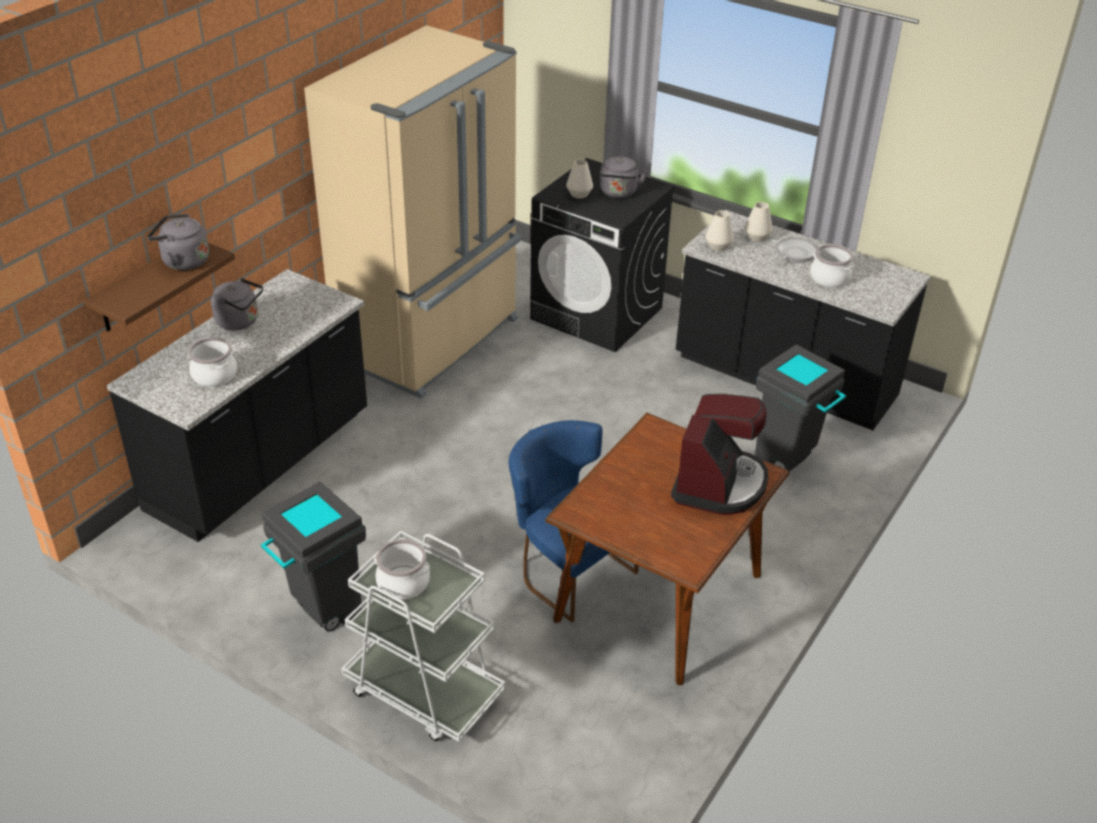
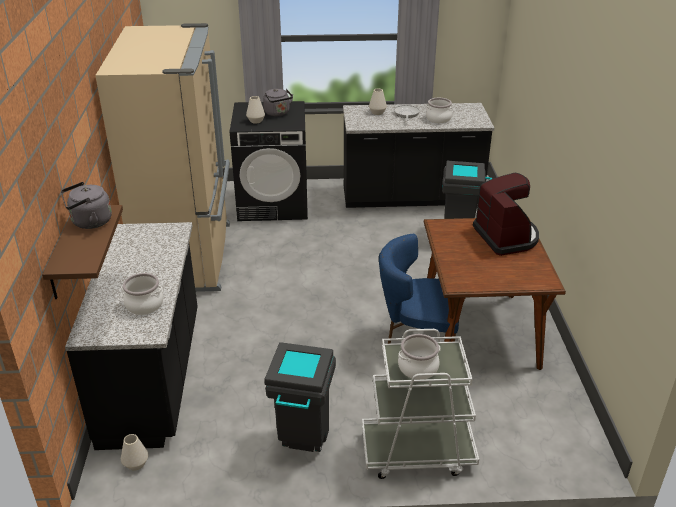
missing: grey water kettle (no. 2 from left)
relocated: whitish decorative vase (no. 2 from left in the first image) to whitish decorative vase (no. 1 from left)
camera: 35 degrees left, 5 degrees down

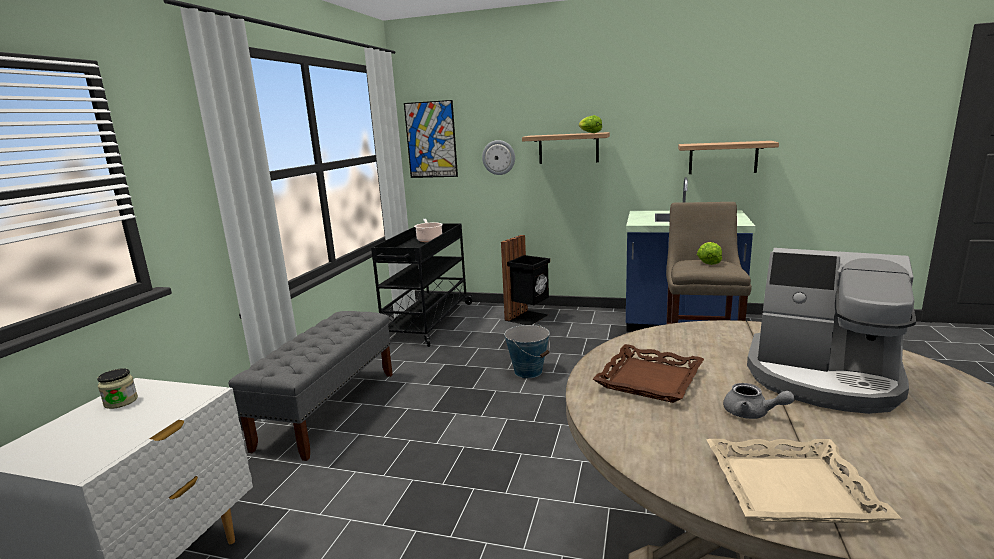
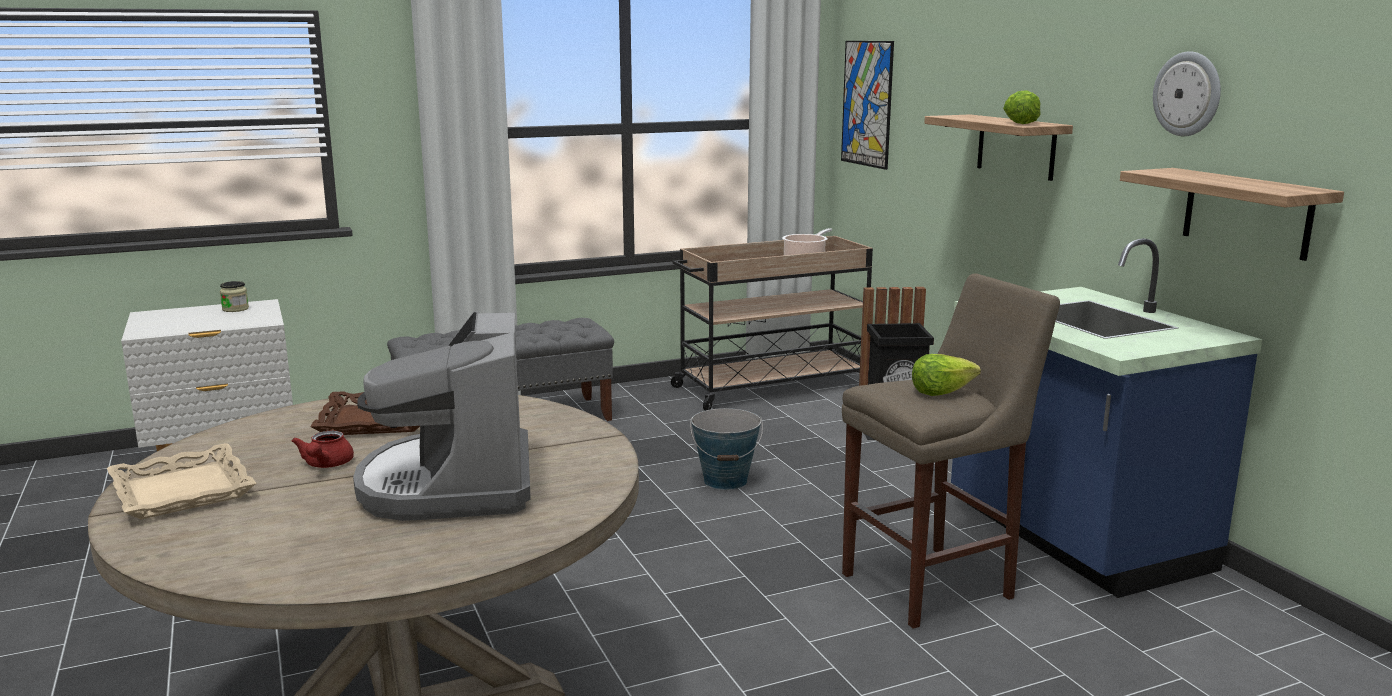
relocated: wall clock
colour: blackish wheeled cart to beige-coloured wheeled cart; grey teapot to reddish teapot
camera: 50 degrees right, 0 degrees up

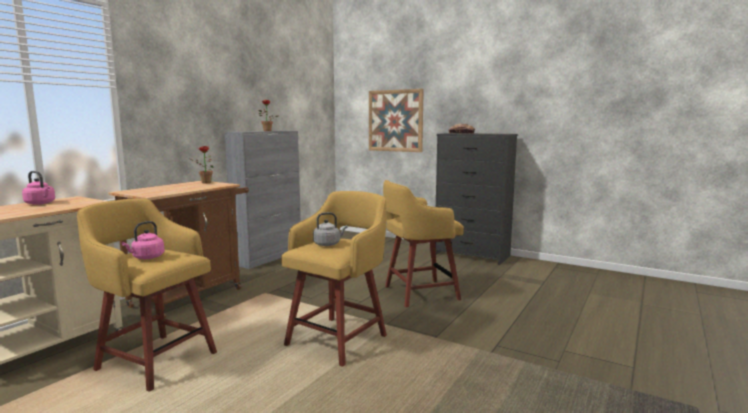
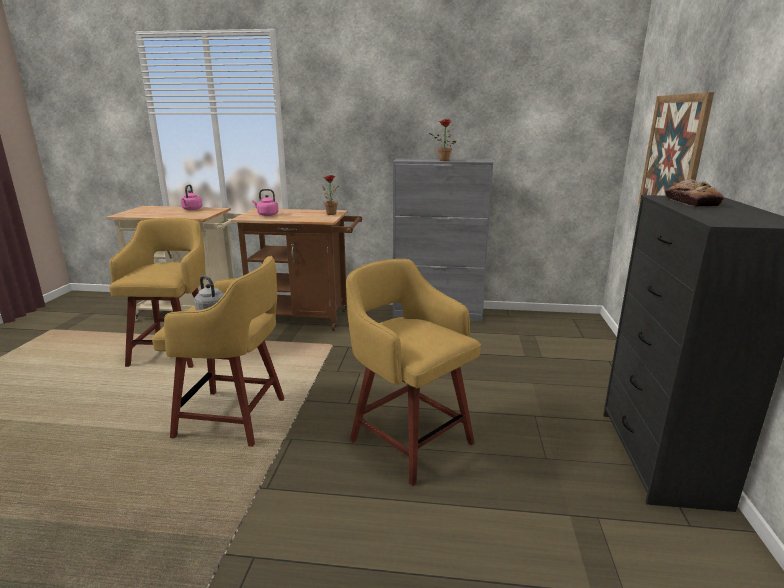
relocated: pinkish water kettle (no. 2 from left)
camera: 65 degrees right, 10 degrees up

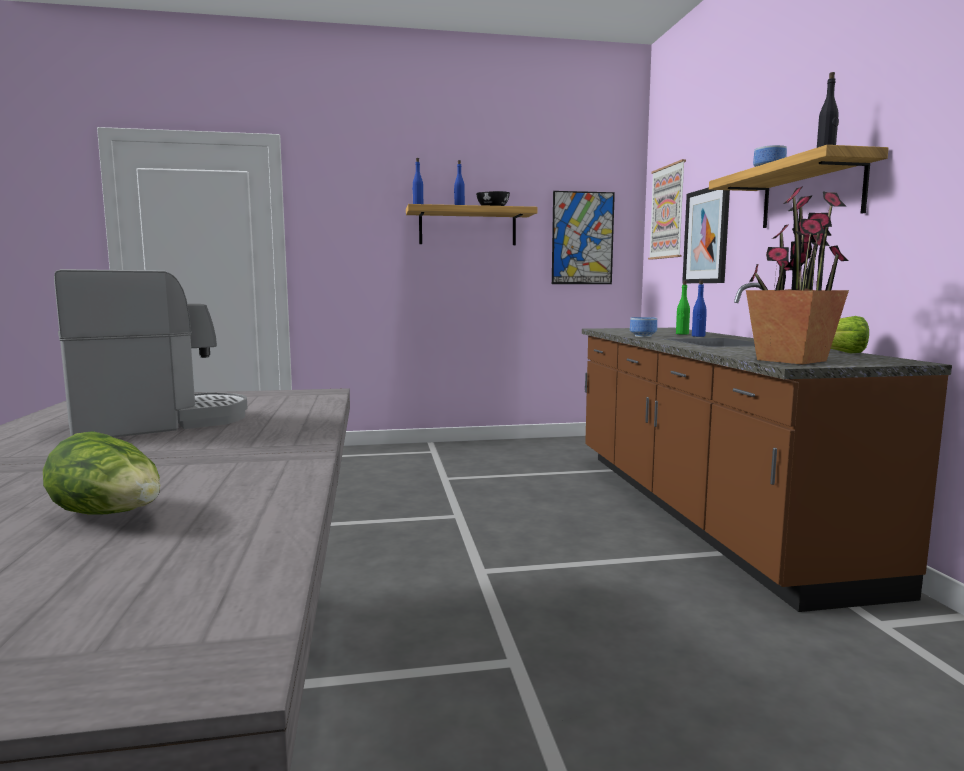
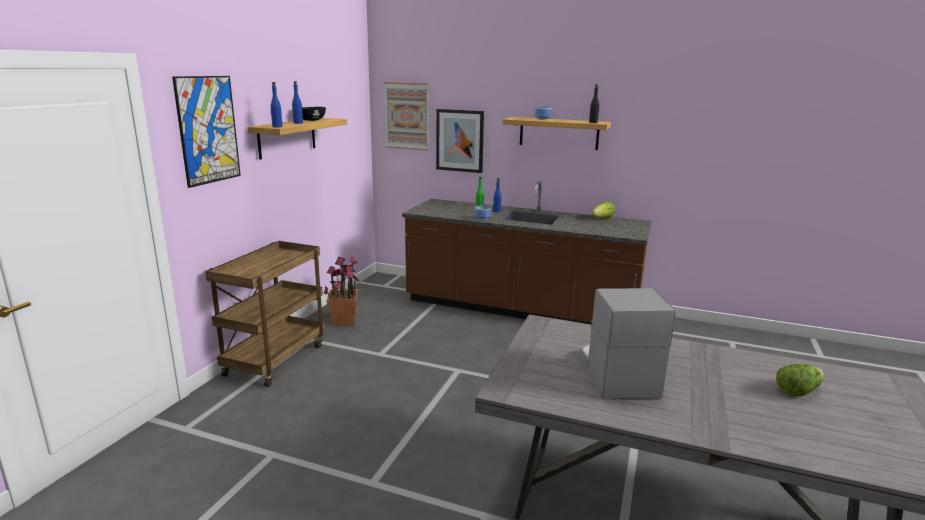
appeared: brownish wheeled cart
relocated: plant in a pot; wall art (no. 1 from left)
camera: 60 degrees left, 10 degrees up

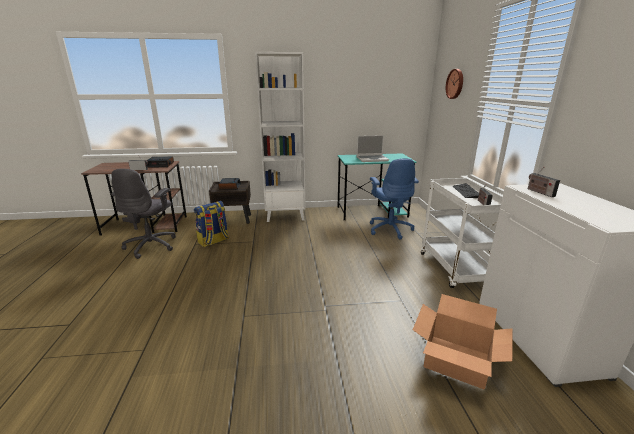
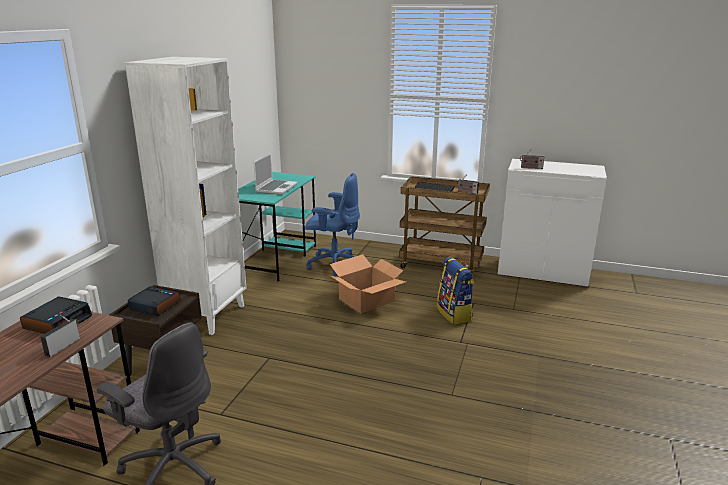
missing: wall clock
relocated: rucksack; packing box
colour: whitish wheeled cart to brownish wheeled cart
camera: 65 degrees left, 0 degrees up

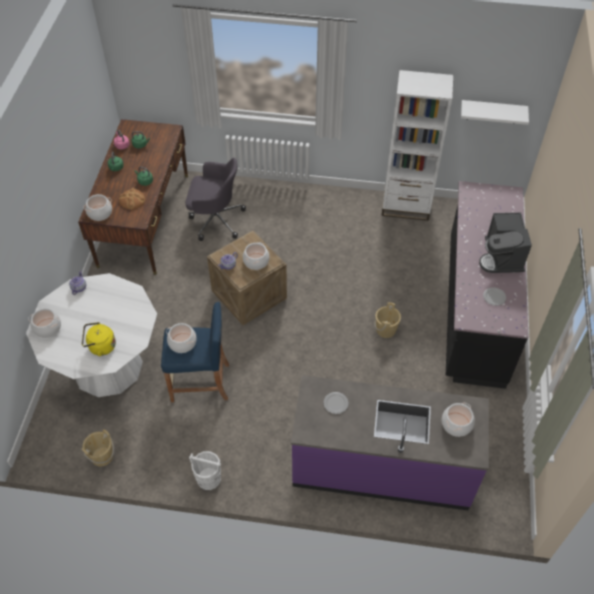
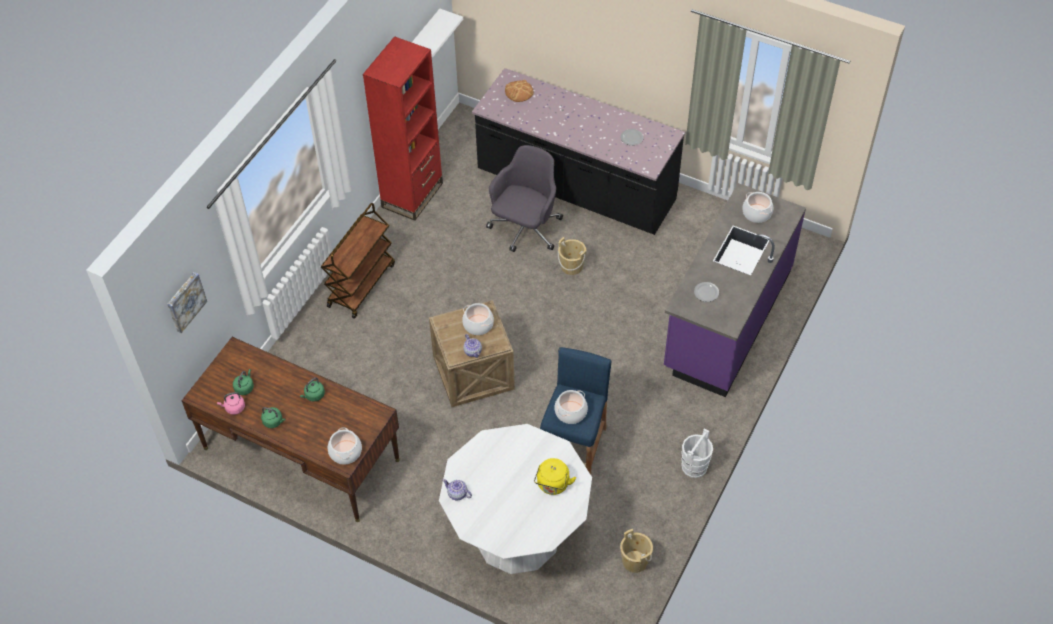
missing: coffee brewer; saucepot (no. 1 from left)
appeared: brownish wheeled cart; wall art
relocated: grey office chair; bakery bread
colour: whitish shelving unit to reddish shelving unit
camera: 70 degrees left, 0 degrees up

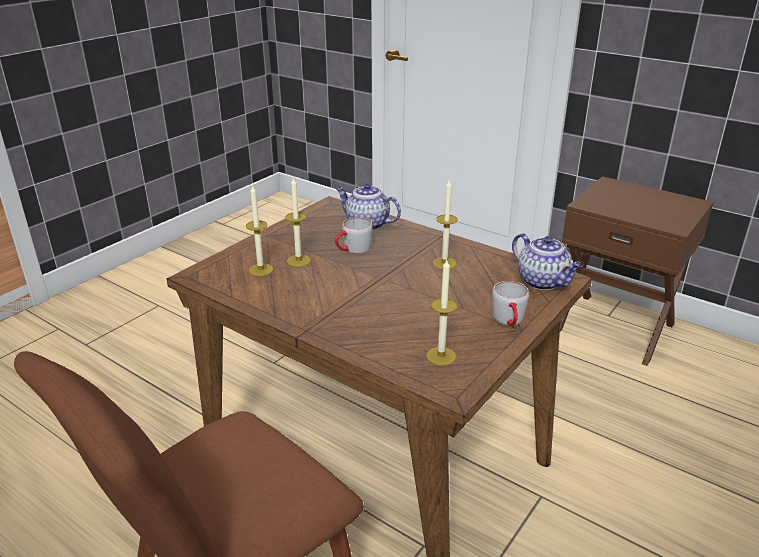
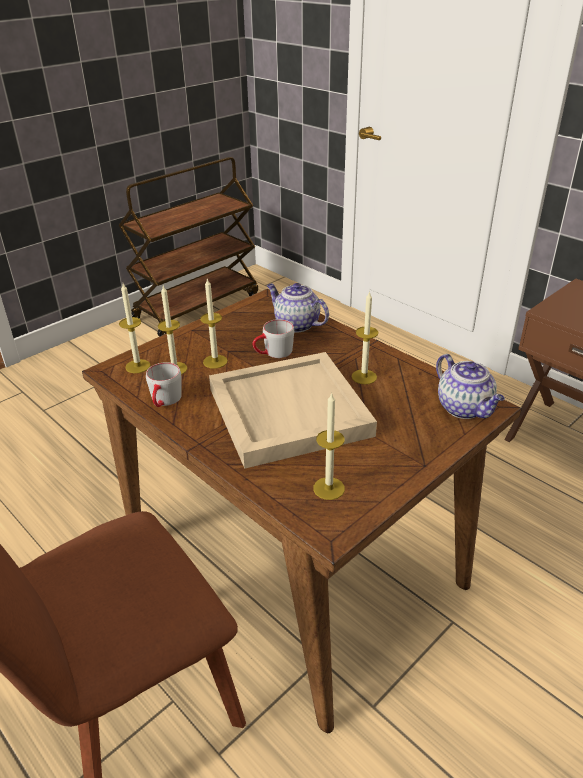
appeared: brownish wheeled cart; wax light (no. 1 from left); beige-coloured tray
relocated: grey tea mug (no. 2 from left in the first image) to grey tea mug (no. 1 from left)
camera: 10 degrees right, 5 degrees up

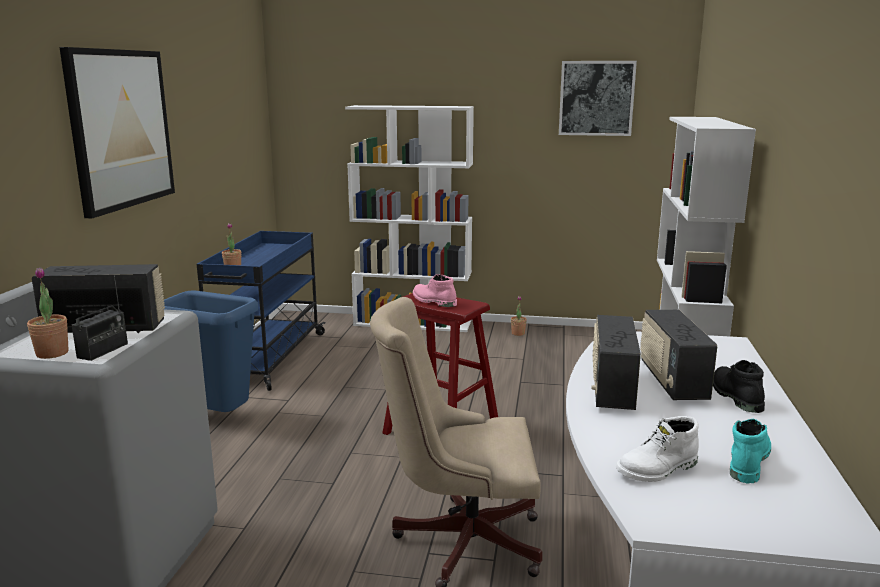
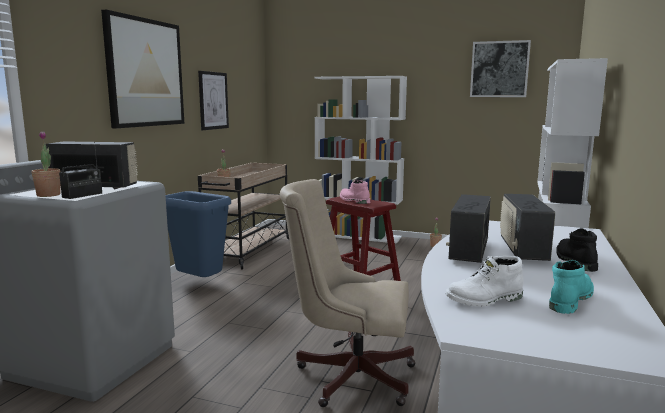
appeared: wall art (no. 2 from left)
colour: bluish wheeled cart to beige-coloured wheeled cart
camera: 10 degrees right, 5 degrees down

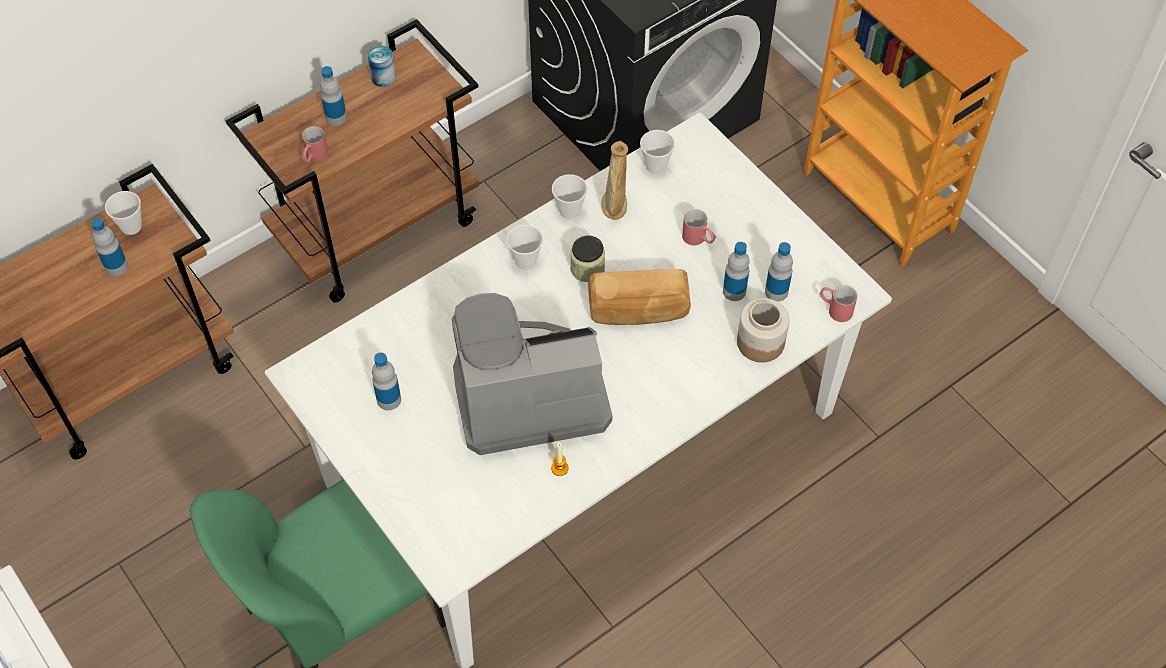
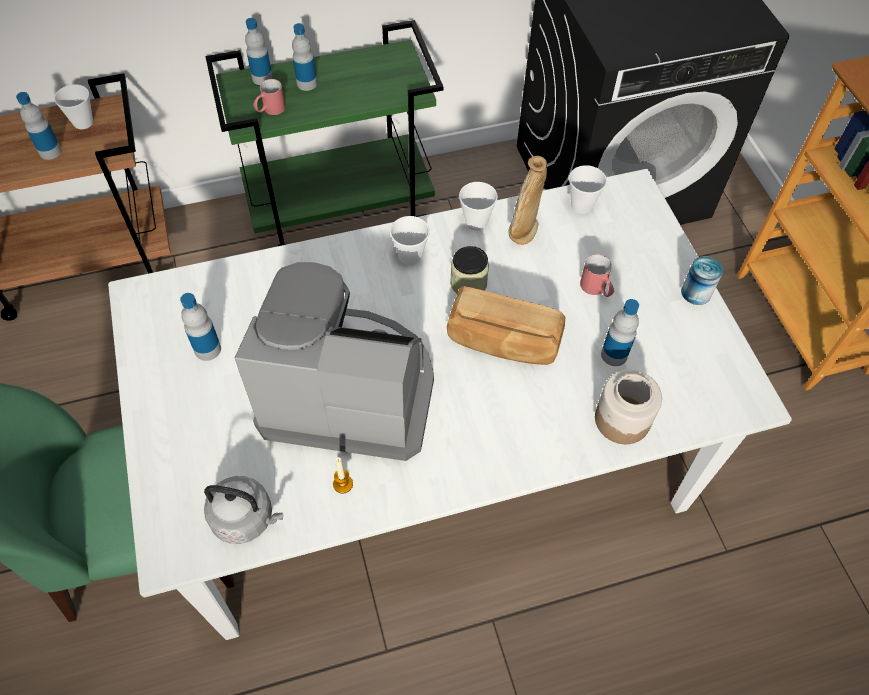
missing: reddish tea mug (no. 3 from left)
appeared: grey water kettle
relocated: can; beverage bottle (no. 5 from left in the first image) to beverage bottle (no. 3 from left)
colour: brownish wheeled cart (no. 2 from left) to green-coloured wheeled cart
camera: 20 degrees right, 0 degrees up

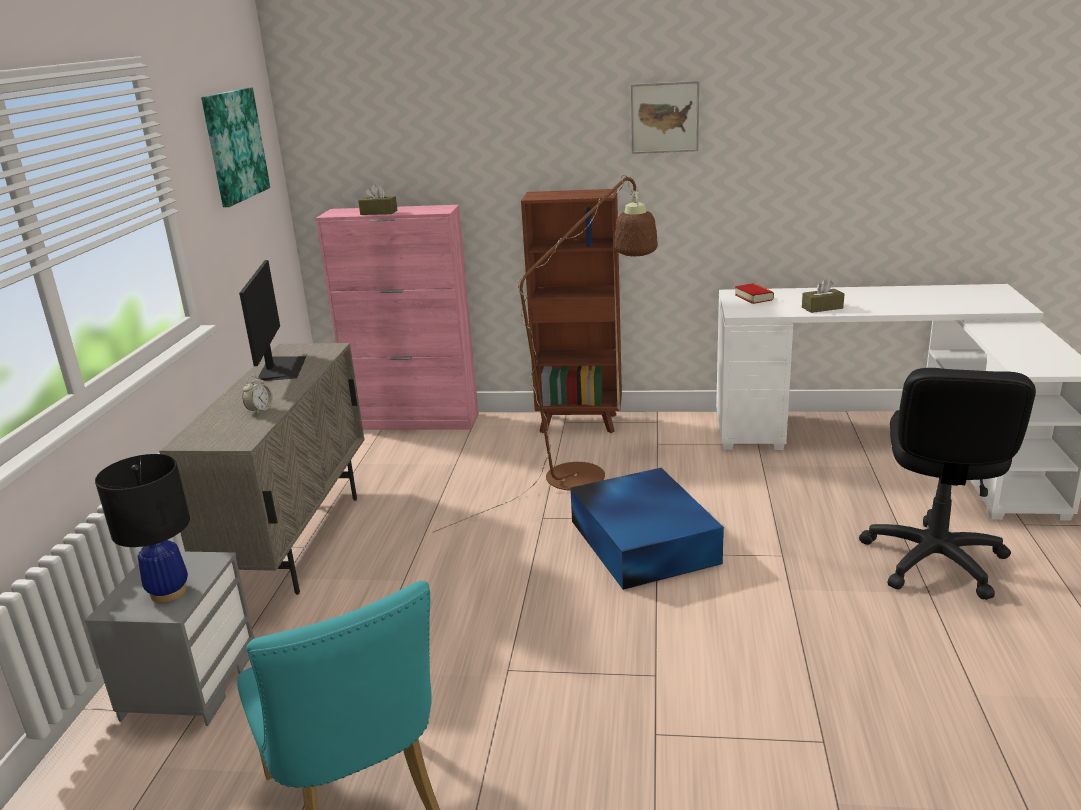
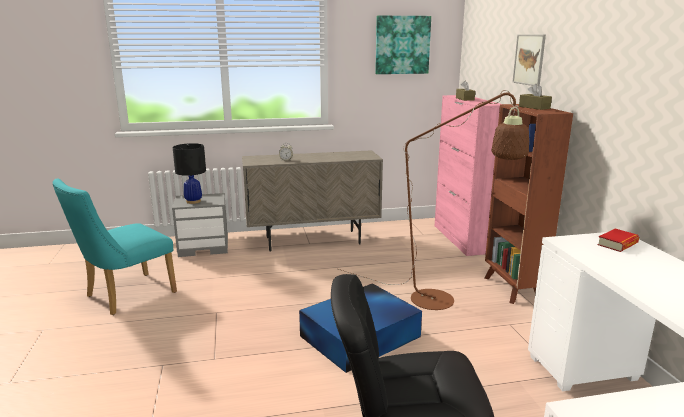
missing: computer display
relocated: wall art (no. 2 from left); brownish tissue holder (no. 2 from left)
camera: 70 degrees right, 5 degrees down

